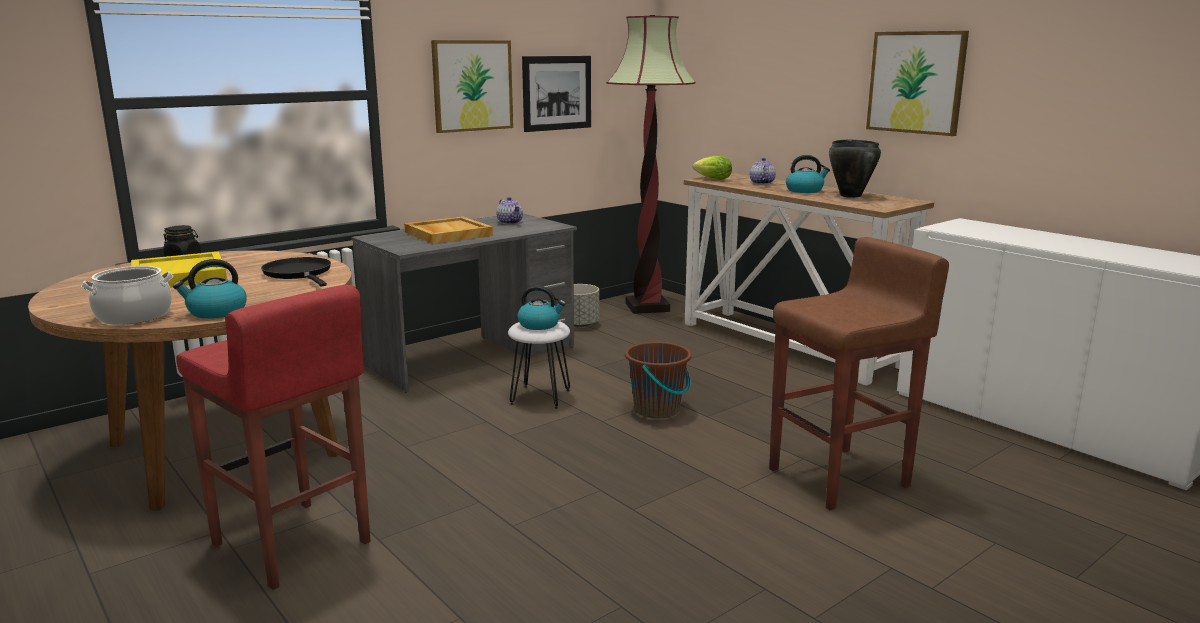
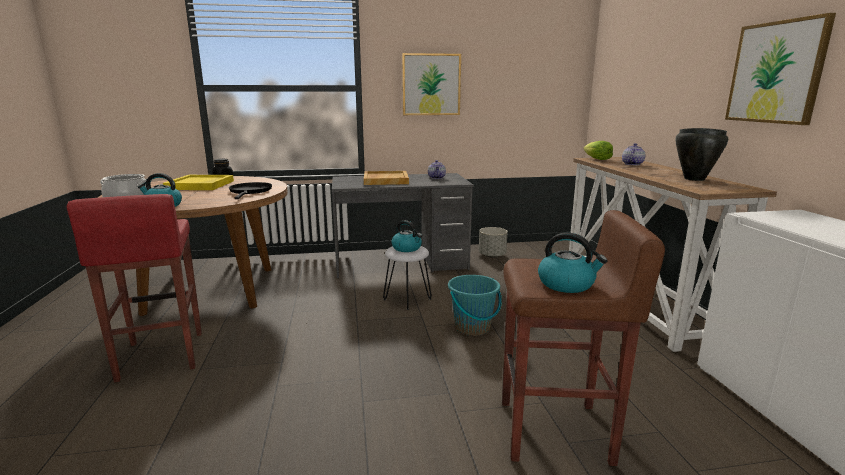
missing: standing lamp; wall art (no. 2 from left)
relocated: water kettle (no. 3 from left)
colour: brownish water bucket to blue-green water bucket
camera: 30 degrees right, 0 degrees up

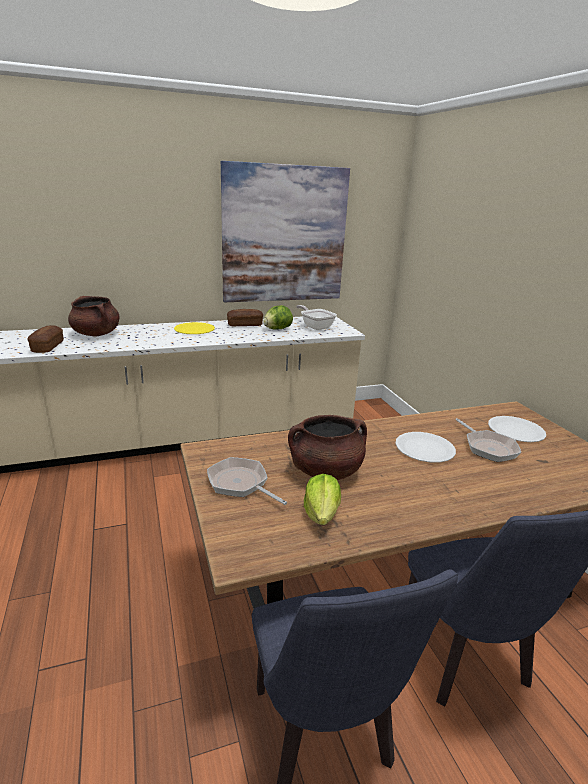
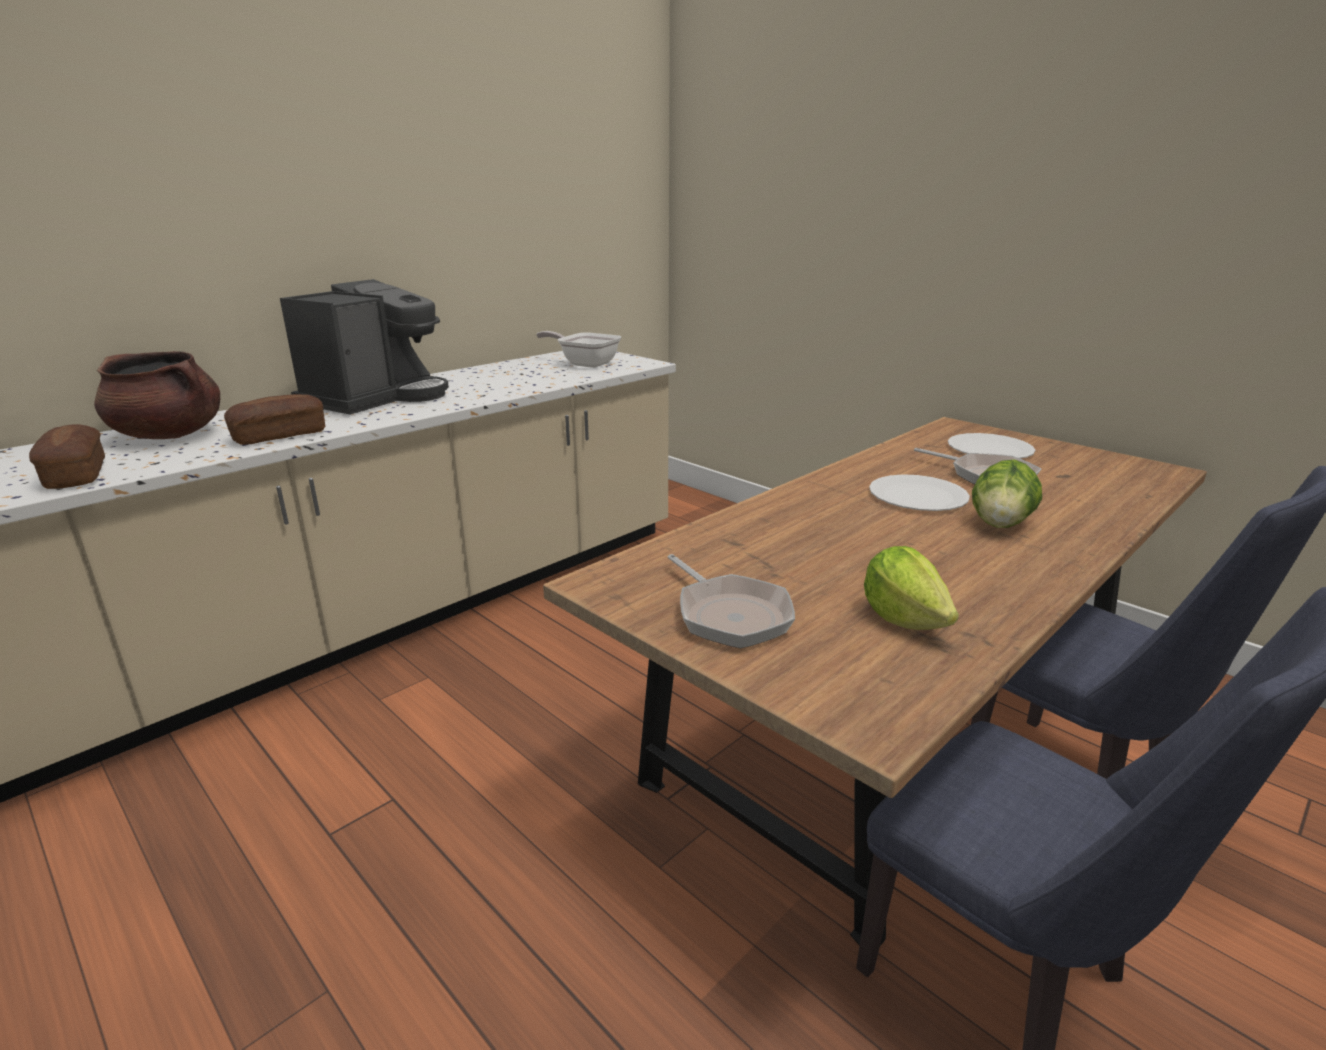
missing: wall art; brownish saucepot (no. 2 from left)
relocated: head of lettuce (no. 1 from left in the first image) to head of lettuce (no. 2 from left); bakery bread (no. 2 from left)
exchanged: yellowish dinner plate to coffee brewer
spun: skillet (no. 1 from left in the first image) 135 degrees counterclockwise
camera: 25 degrees left, 0 degrees up

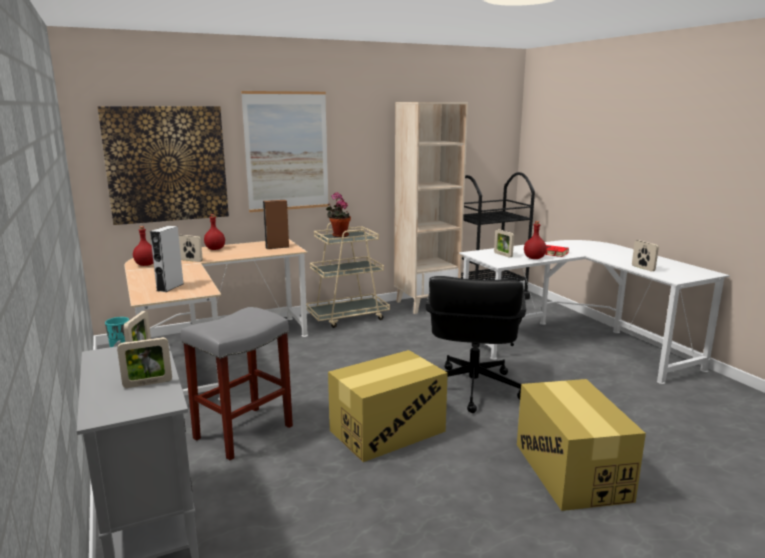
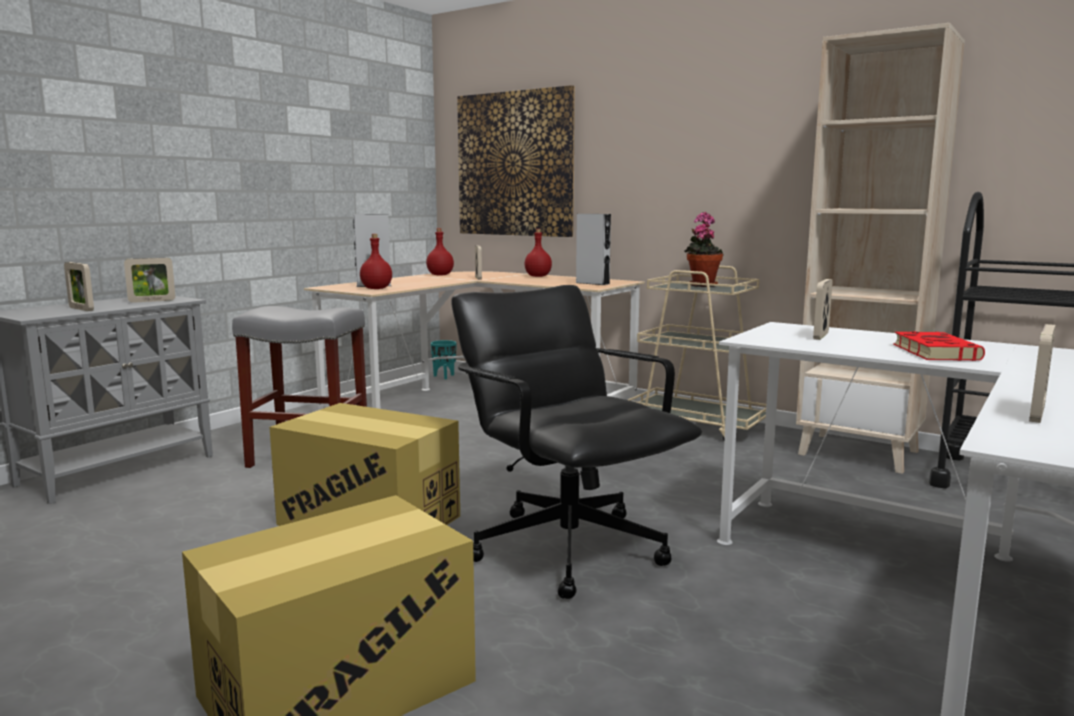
missing: wall art (no. 2 from left)
relocated: reddish beverage bottle (no. 3 from left in the first image) to reddish beverage bottle (no. 1 from left)
colour: brownish loudspeaker to grey loudspeaker (no. 2 from left)
spun: blackish office chair 75 degrees clockwise
camera: 60 degrees right, 5 degrees down

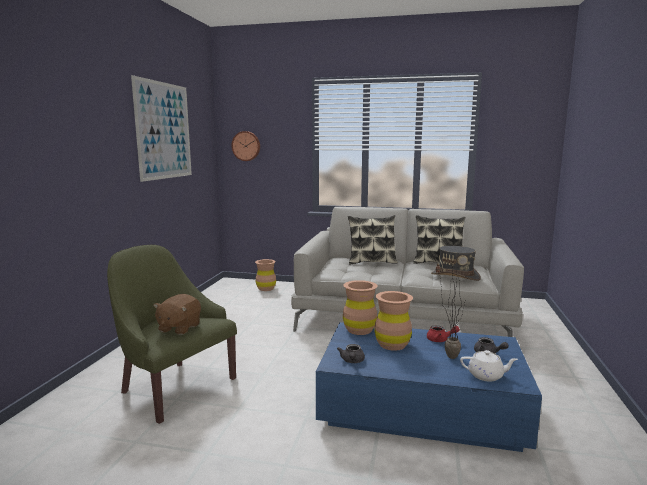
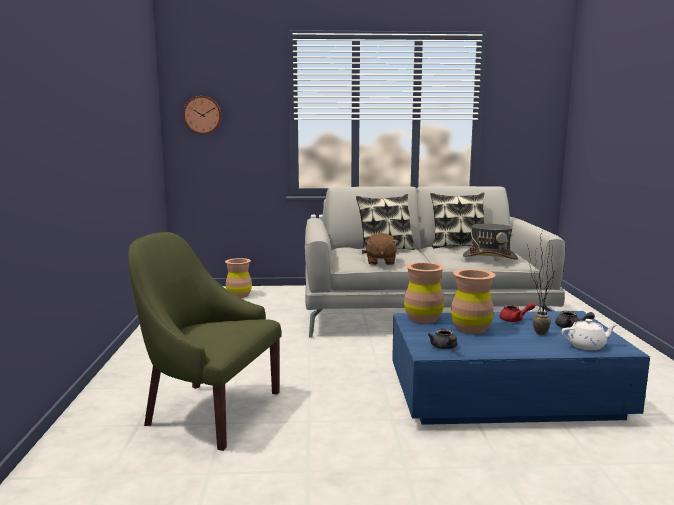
missing: wall art
relocated: brownish soft toy
camera: 15 degrees left, 0 degrees up

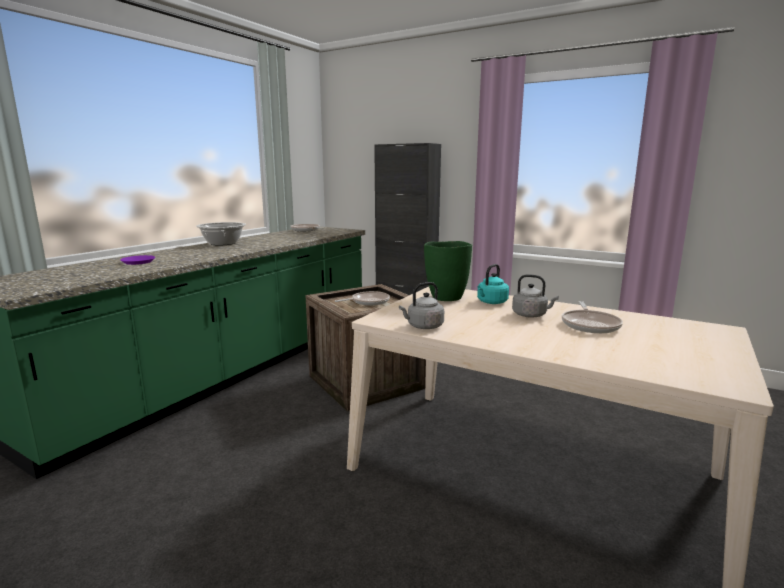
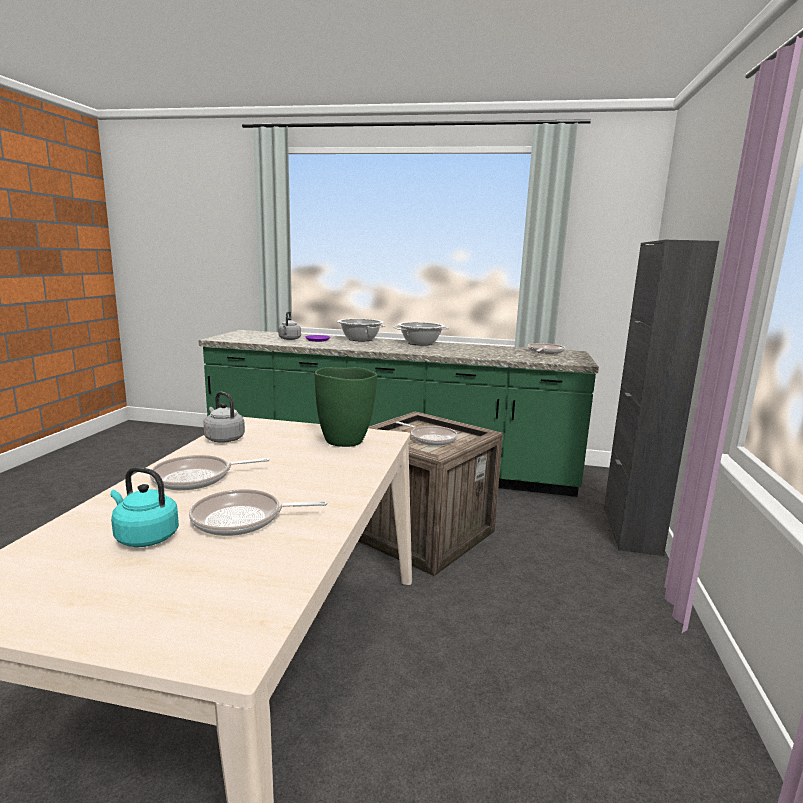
appeared: saucepot (no. 1 from left); skillet (no. 1 from left)
relocated: blue-green water kettle; grey water kettle (no. 2 from left)
camera: 70 degrees right, 0 degrees up

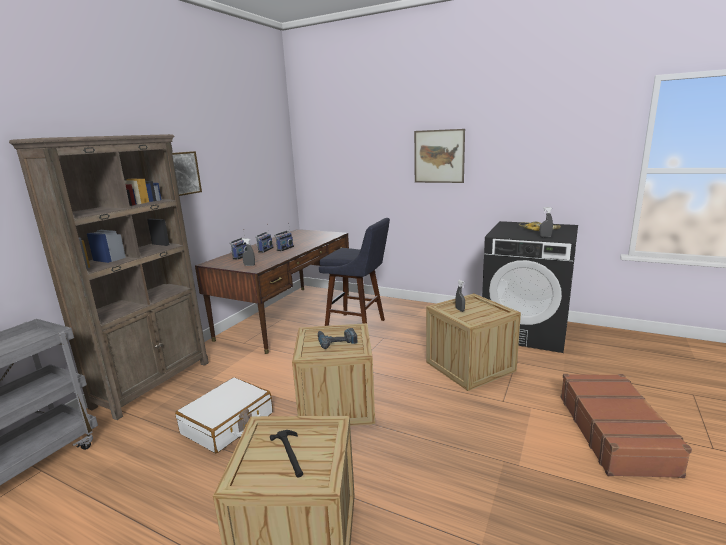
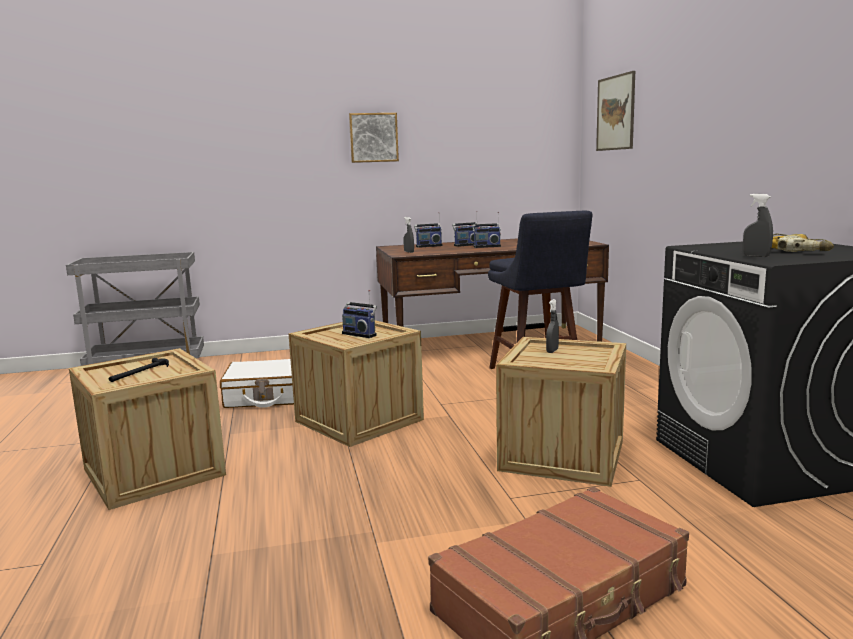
missing: brownish shelving unit
relocated: wall art (no. 2 from left)
exchanged: drill (no. 1 from left) to radio (no. 1 from left)
camera: 50 degrees right, 5 degrees down

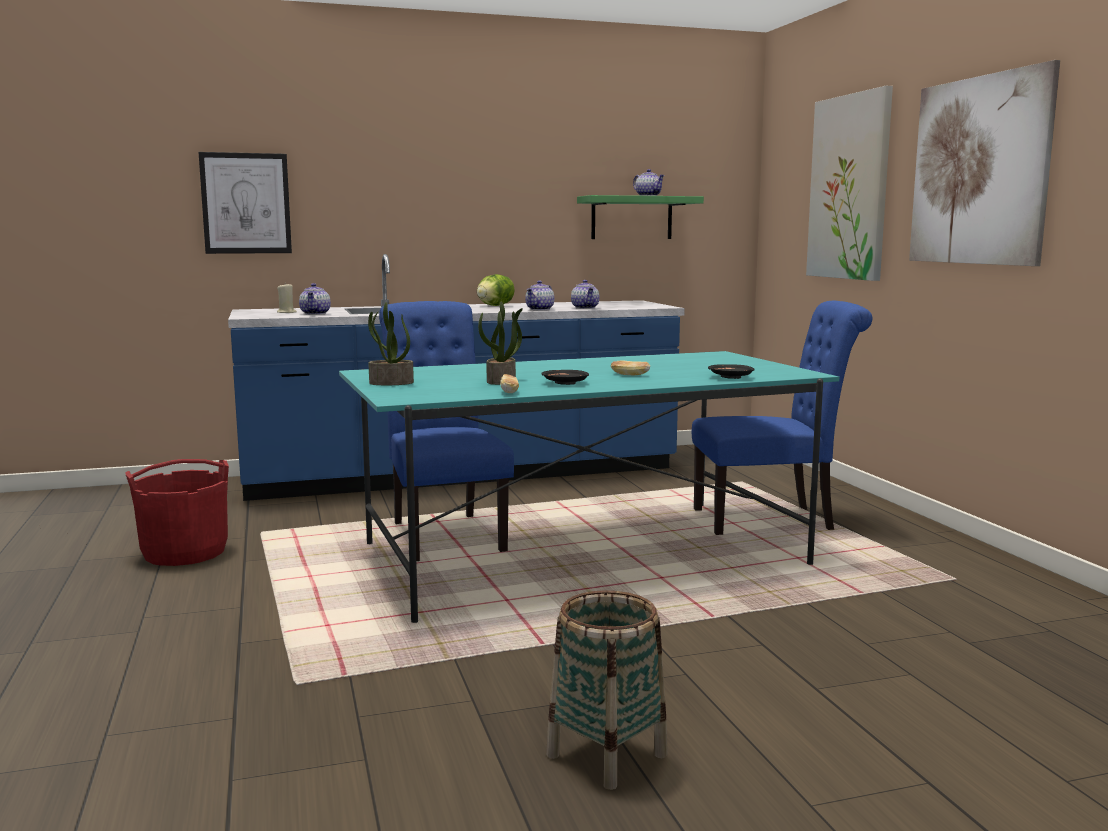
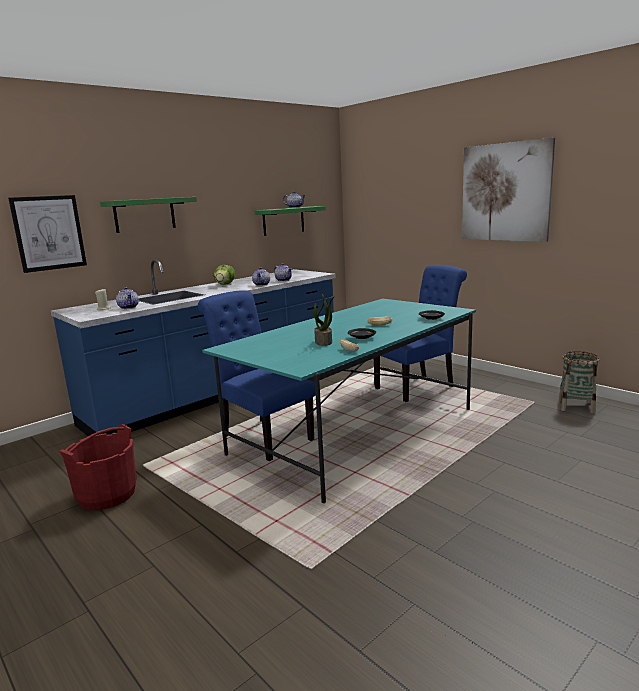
missing: wall art (no. 2 from left); plant in a pot (no. 1 from left)
appeared: green-coloured shelf (no. 1 from left)
relocated: household basket
camera: 25 degrees left, 5 degrees up

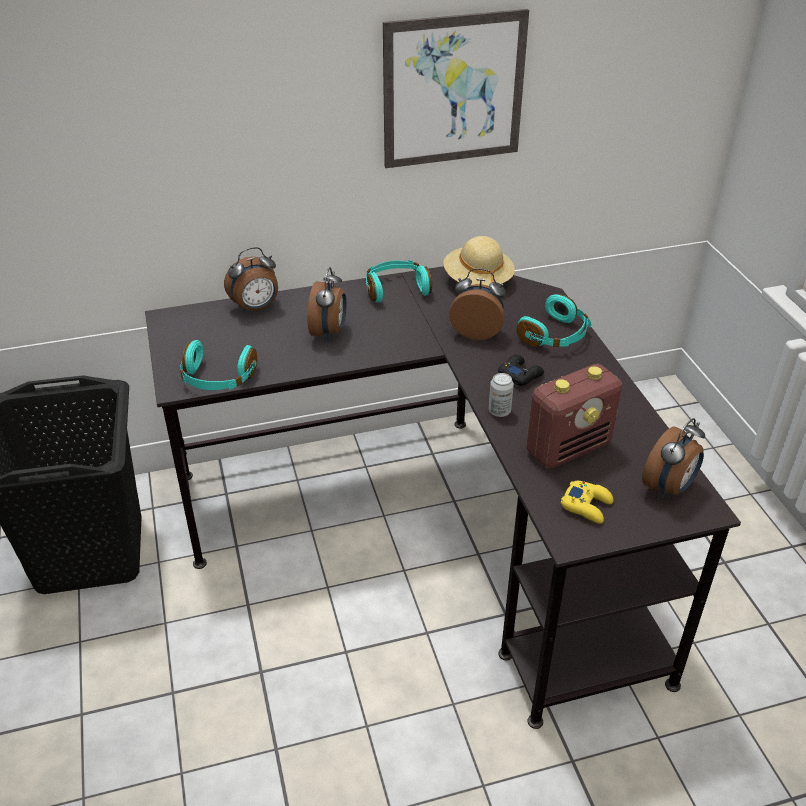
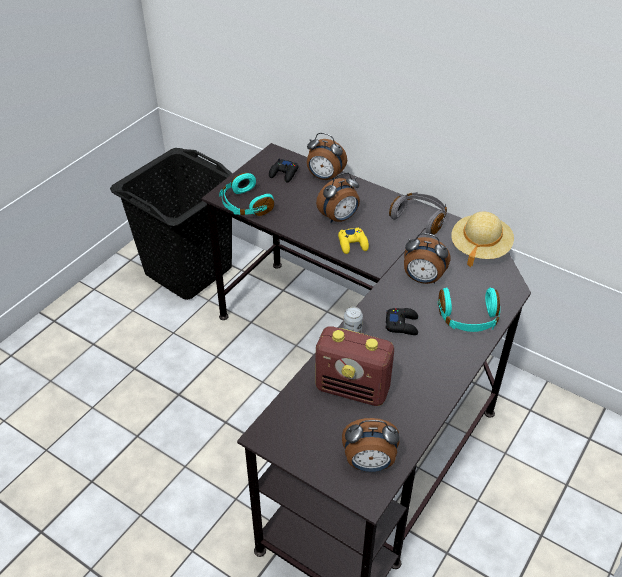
missing: wall art
appeared: blackish joypad (no. 1 from left)
relocated: yellowish joypad
colour: blue-green pair of headphones (no. 2 from left) to grey pair of headphones
spun: table clock (no. 3 from left in the first image) 135 degrees clockwise
camera: 50 degrees right, 5 degrees up

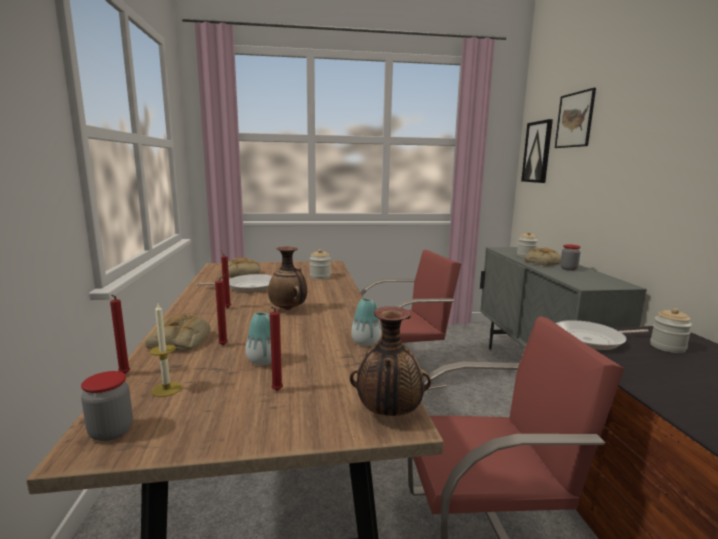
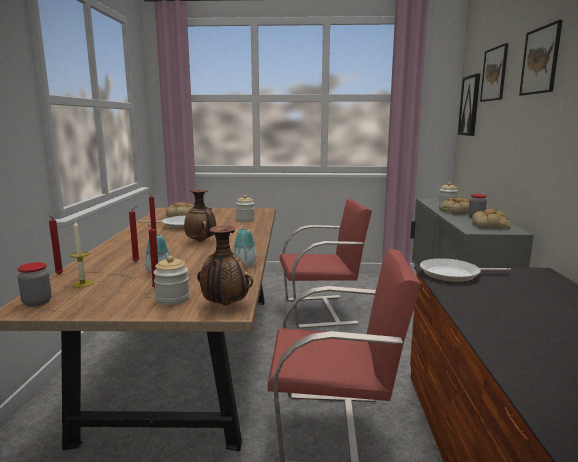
appeared: wall art (no. 3 from left)
relocated: storage jar (no. 5 from left in the first image) to storage jar (no. 2 from left); bakery bread (no. 1 from left in the first image) to bakery bread (no. 3 from left)
camera: 10 degrees right, 0 degrees up

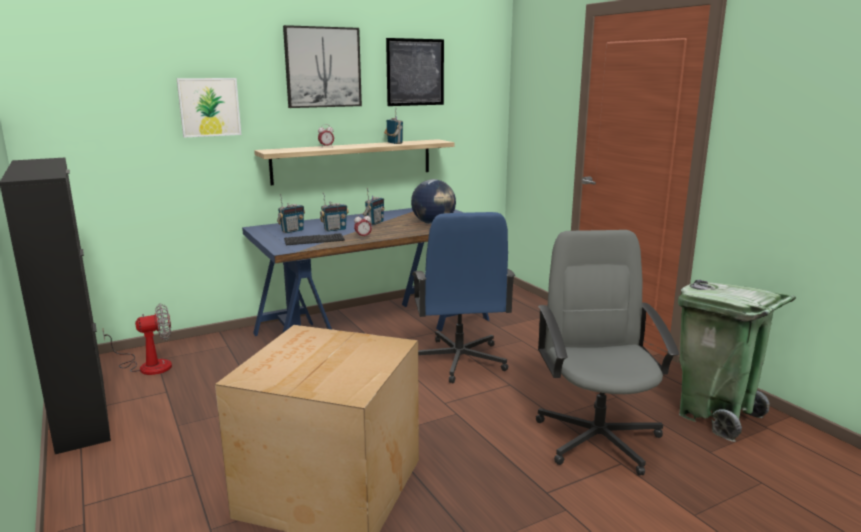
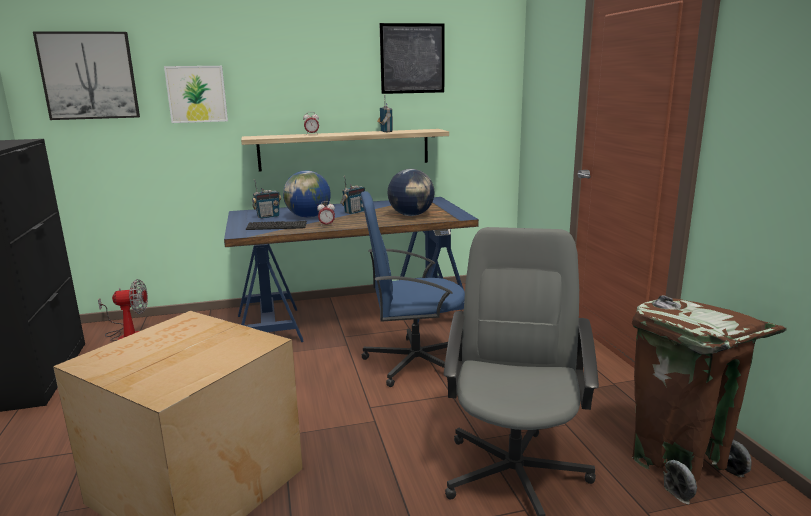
relocated: wall art (no. 2 from left in the first image) to wall art (no. 1 from left)
exchanged: radio (no. 2 from left) to desk globe (no. 1 from left)
colour: green-coloured rubbish bin to brownish rubbish bin
spun: bluish office chair 75 degrees clockwise
camera: 15 degrees right, 0 degrees up

